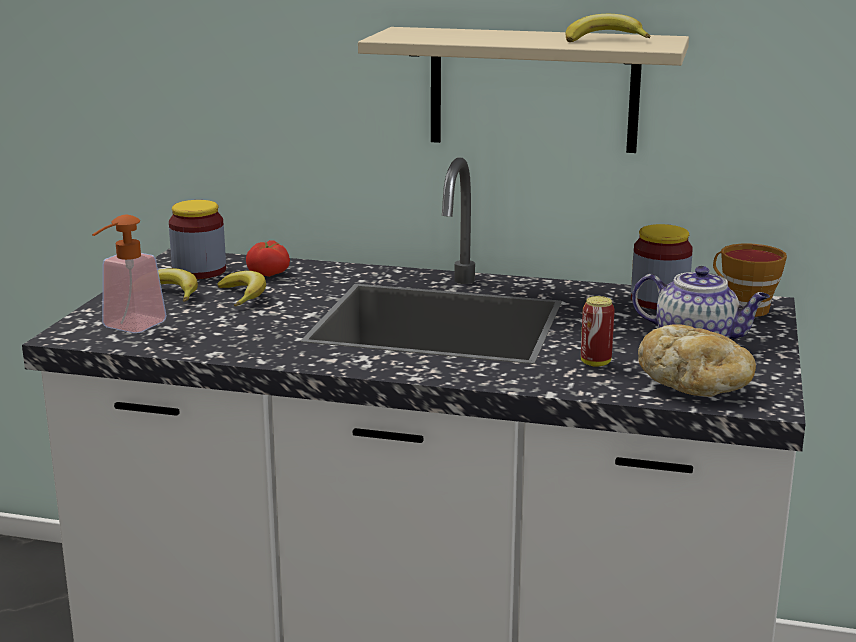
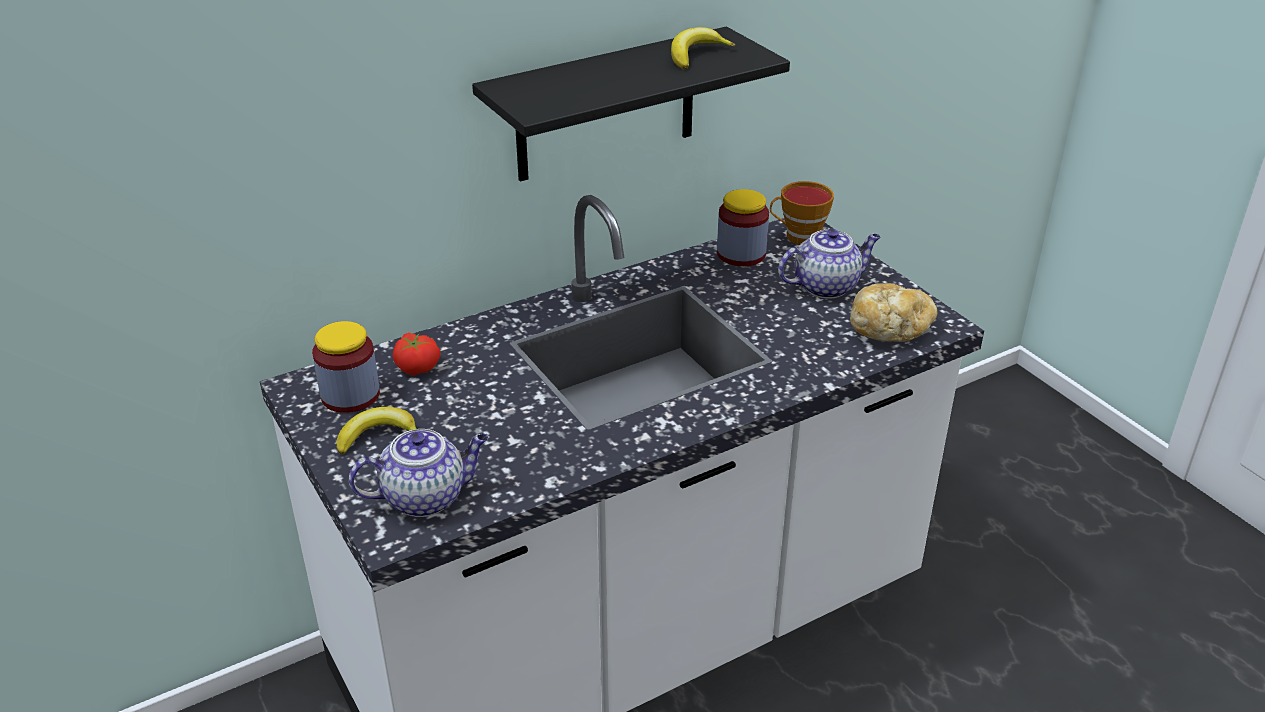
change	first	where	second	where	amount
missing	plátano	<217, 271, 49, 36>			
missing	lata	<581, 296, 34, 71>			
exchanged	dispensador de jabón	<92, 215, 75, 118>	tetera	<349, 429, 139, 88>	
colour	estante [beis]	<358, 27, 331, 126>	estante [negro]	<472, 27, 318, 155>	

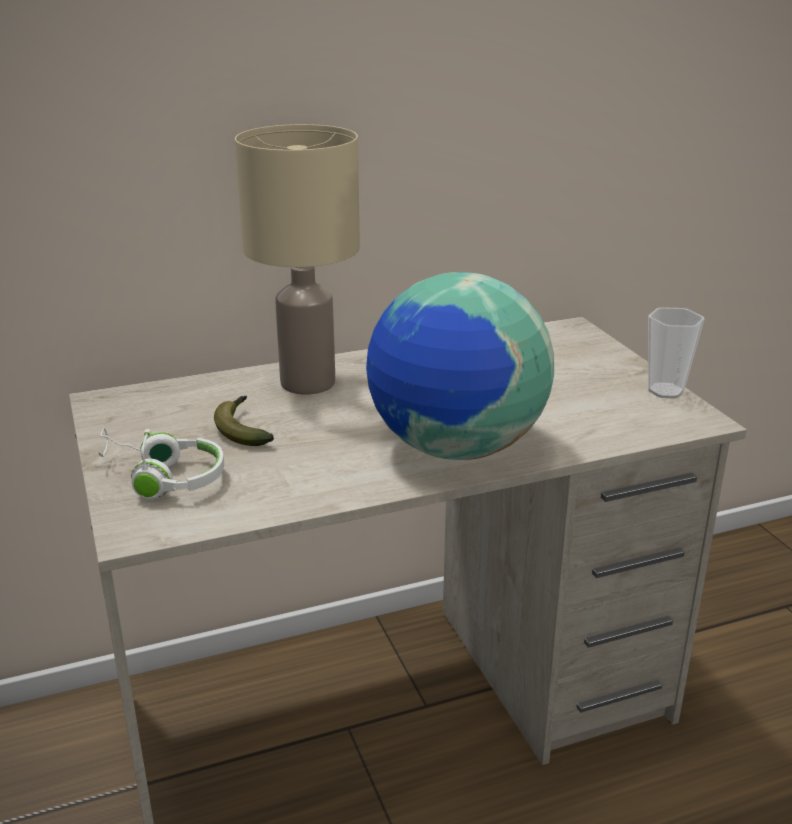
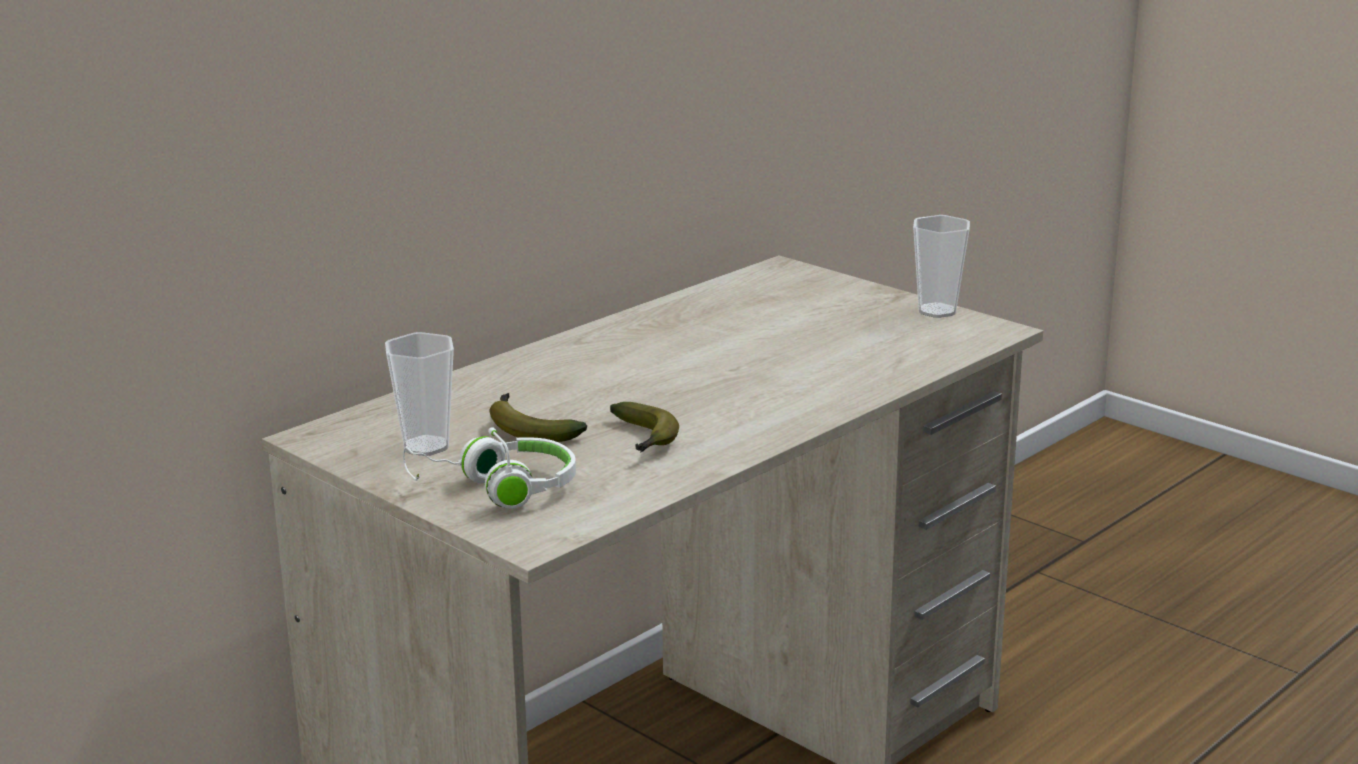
change	first	where	second	where	amount
missing	lámpara de mesa [beis]	<235, 124, 125, 270>			
missing	globo terráqueo	<366, 272, 188, 188>			
appeared			taza	<385, 332, 69, 124>	
appeared			plátano	<610, 402, 69, 50>	

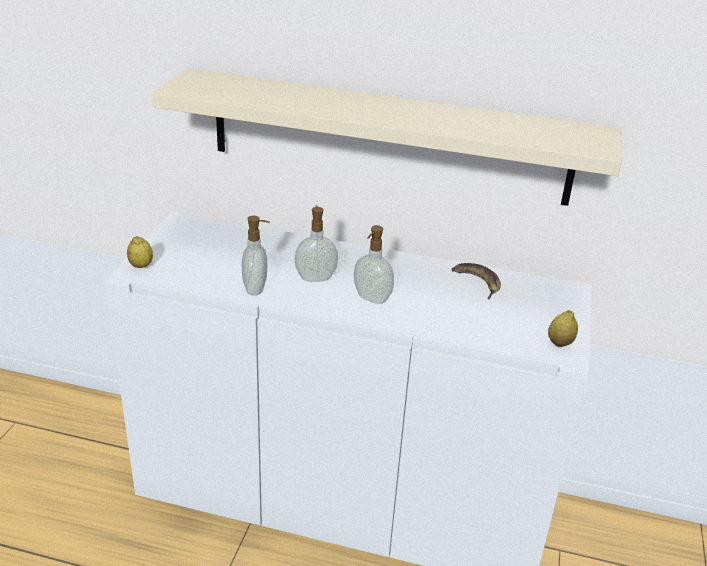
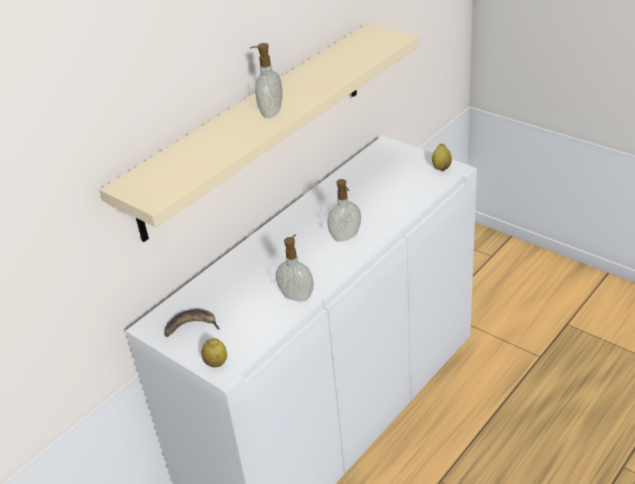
change	first	where	second	where	amount
relocated	dispensador de jabón	<294, 205, 44, 77>		<250, 43, 33, 75>	
relocated	plátano	<451, 263, 50, 36>		<164, 309, 56, 28>	

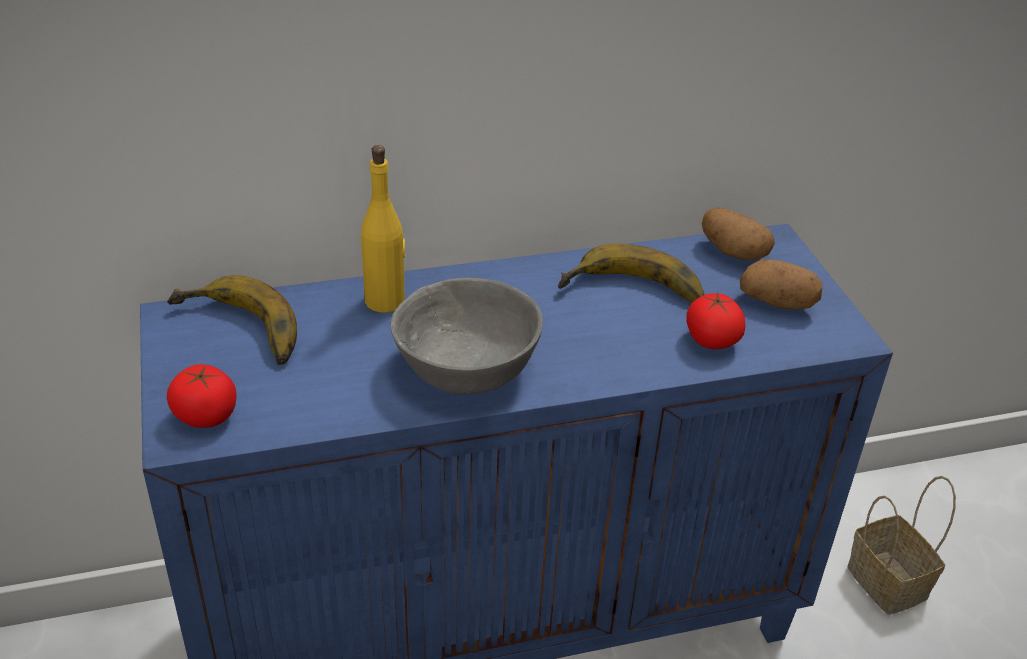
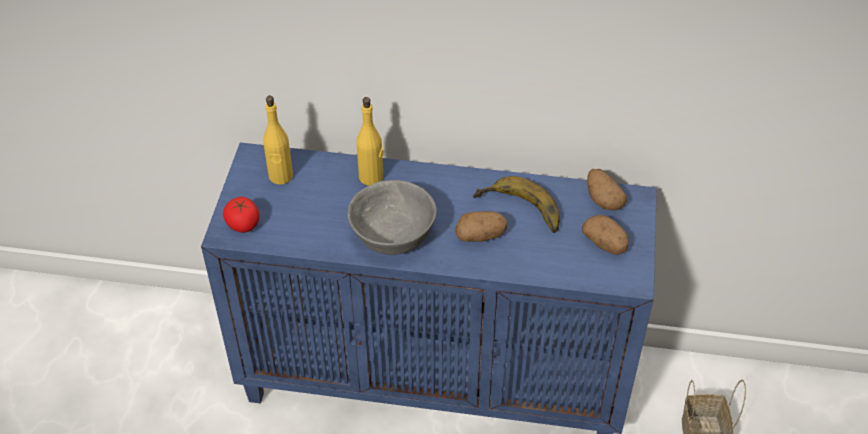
change	first	where	second	where	amount
missing	tomate	<686, 292, 60, 57>			
appeared			patata	<455, 211, 52, 31>	
exchanged	plátano	<167, 275, 130, 90>	botella [amarillo]	<263, 96, 30, 89>	

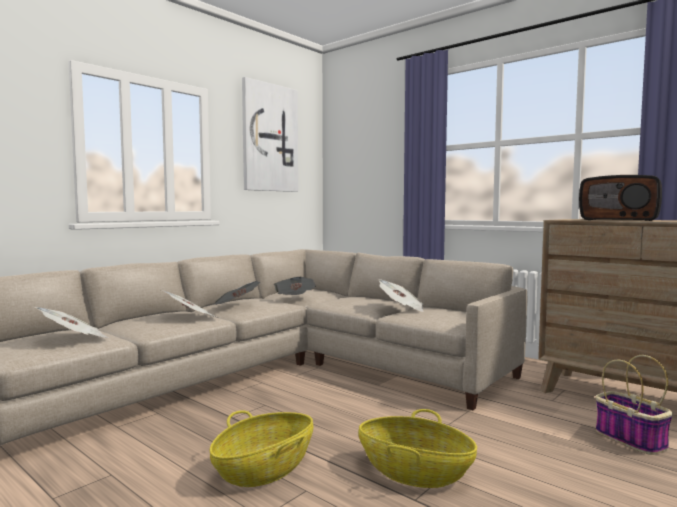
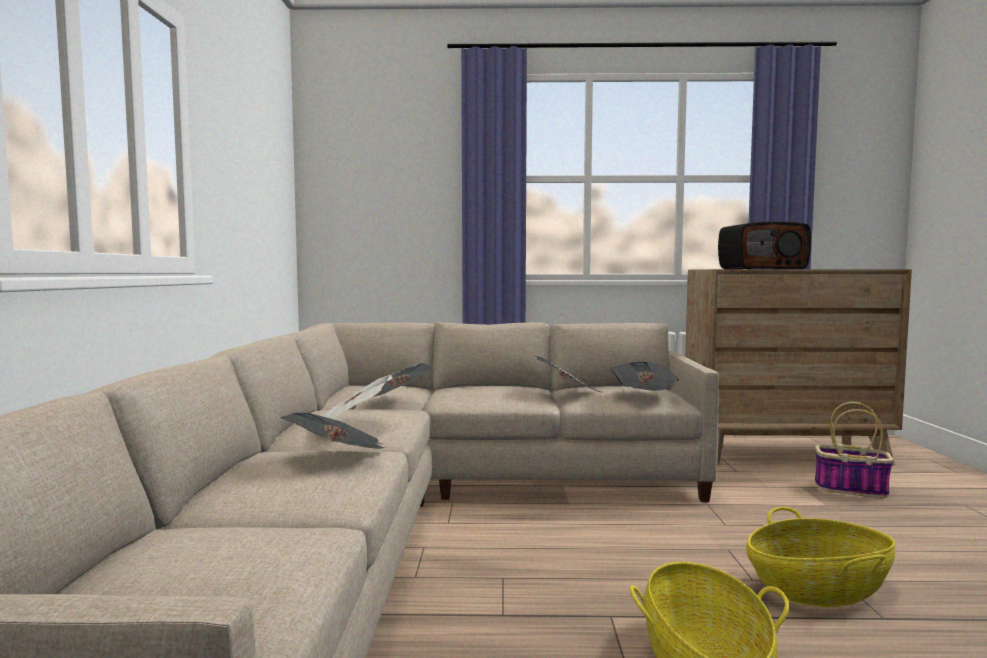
change	first	where	second	where	amount
missing	cuadro	<242, 77, 56, 115>			
relocated	periódico	<34, 307, 75, 31>		<609, 362, 70, 29>	

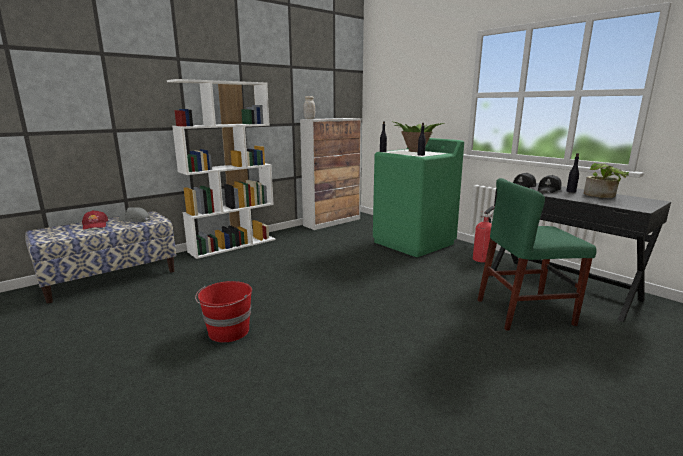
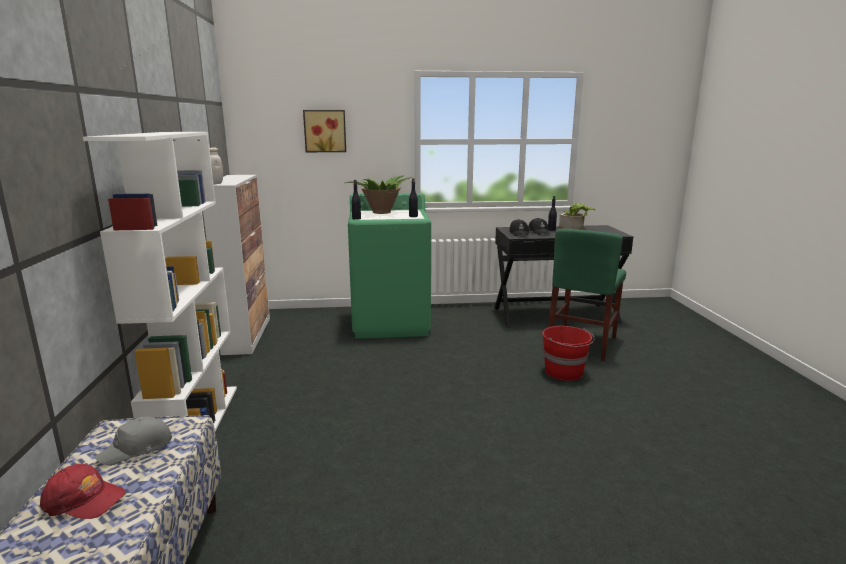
change	first	where	second	where	amount
missing	extintor	<473, 206, 22, 57>			
appeared			cuadro	<303, 110, 43, 42>	
relocated	cubo [rojo]	<195, 281, 57, 62>		<542, 326, 53, 55>	

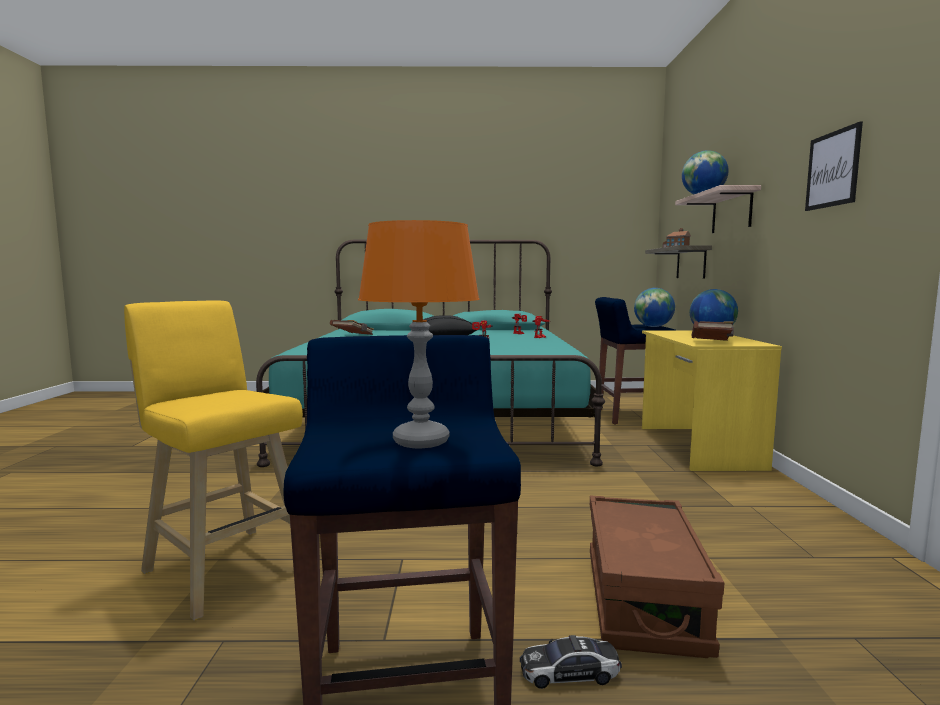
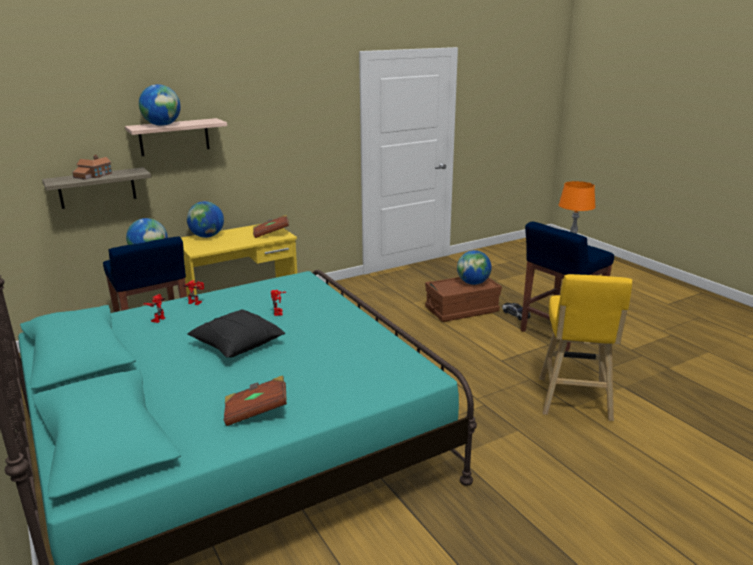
change	first	where	second	where	amount
missing	cuadro	<805, 121, 58, 90>			
appeared			globo terráqueo	<457, 250, 35, 35>	

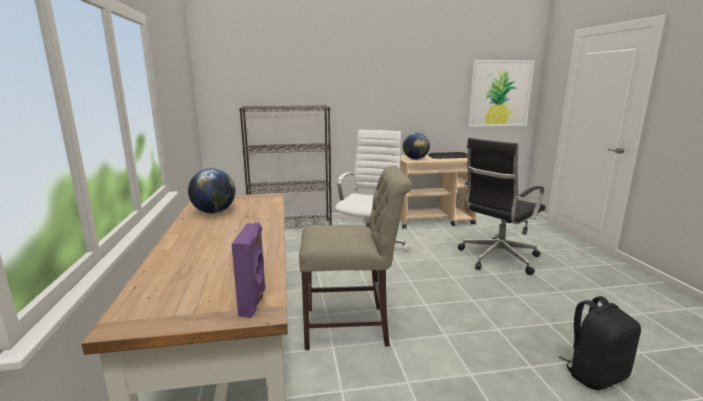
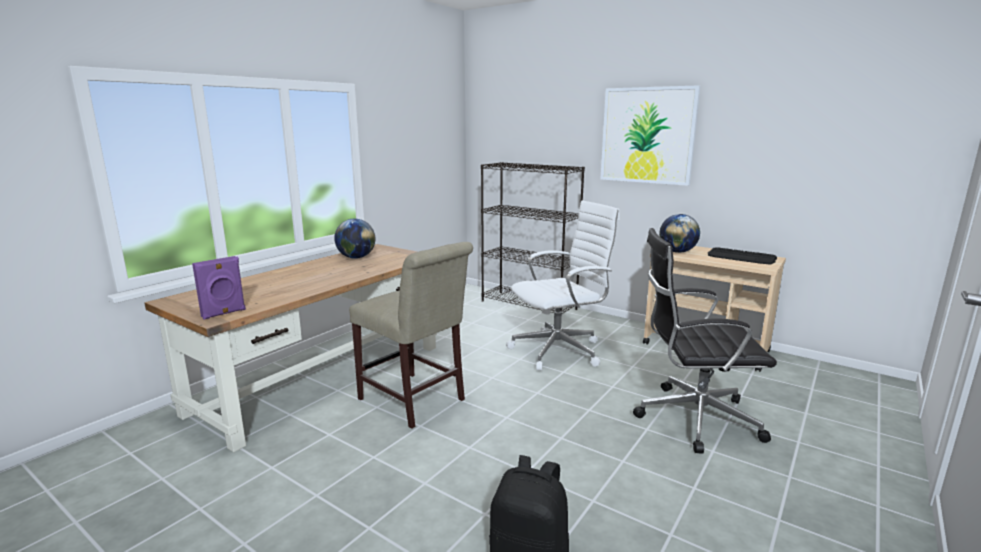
change	first	where	second	where	amount
relocated	cuadro	<467, 60, 67, 67>		<600, 85, 100, 101>	

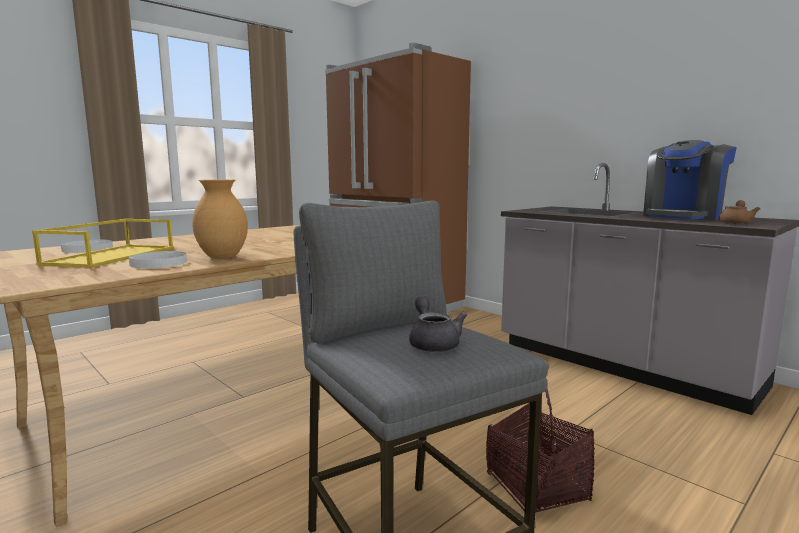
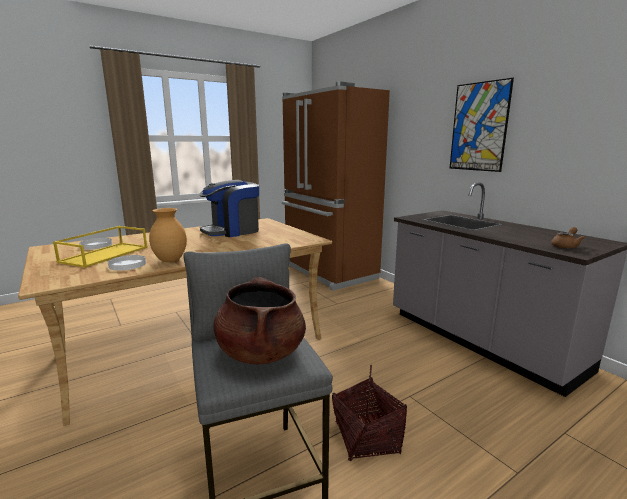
change	first	where	second	where	amount
appeared			cuadro	<449, 78, 65, 94>	
relocated	cafetera	<643, 140, 94, 81>		<199, 180, 60, 57>	
exchanged	tetera [gris]	<409, 296, 58, 56>	olla [marrón]	<213, 276, 93, 88>	

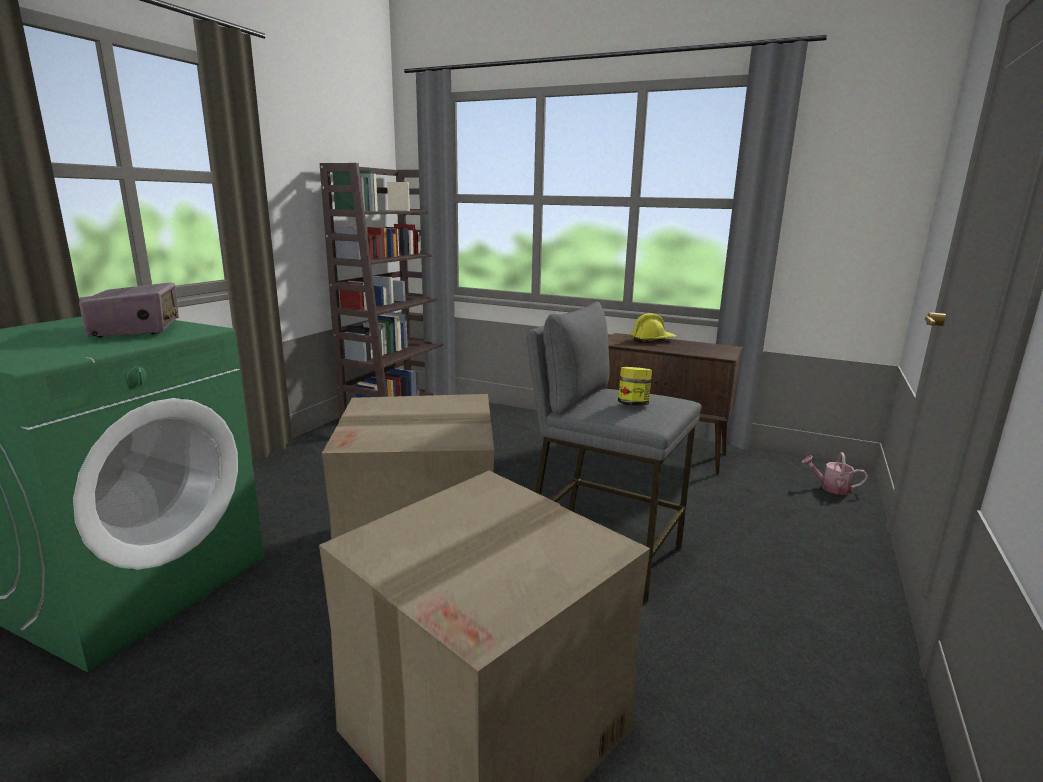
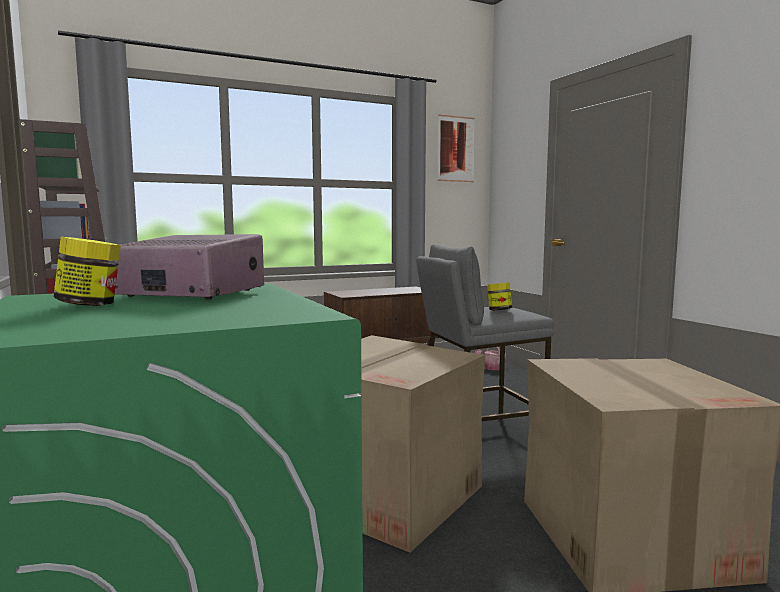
change	first	where	second	where	amount
missing	casco [amarillo]	<630, 313, 46, 30>			
appeared			tarro	<53, 237, 68, 69>	
appeared			cuadro	<438, 114, 37, 68>	

